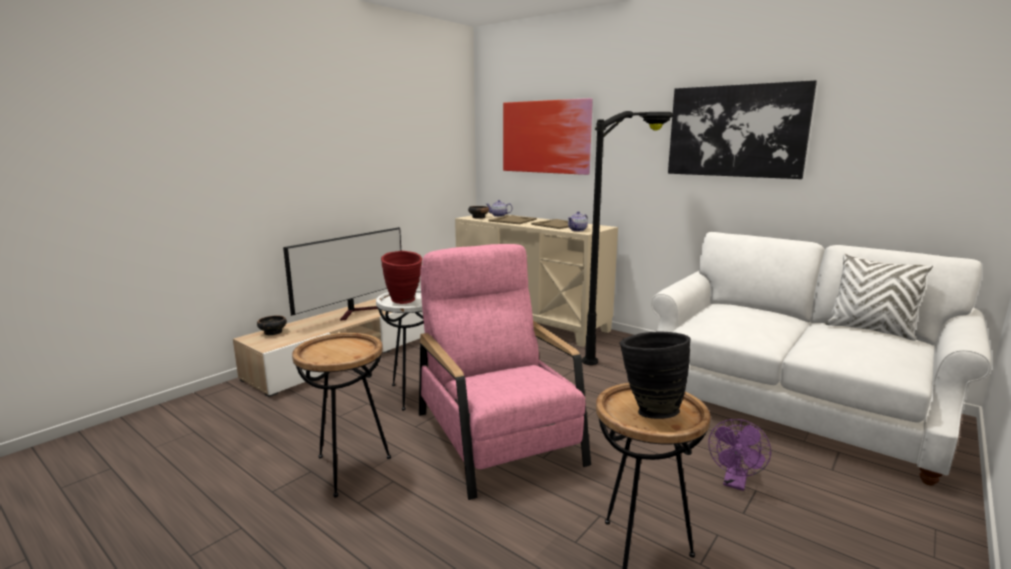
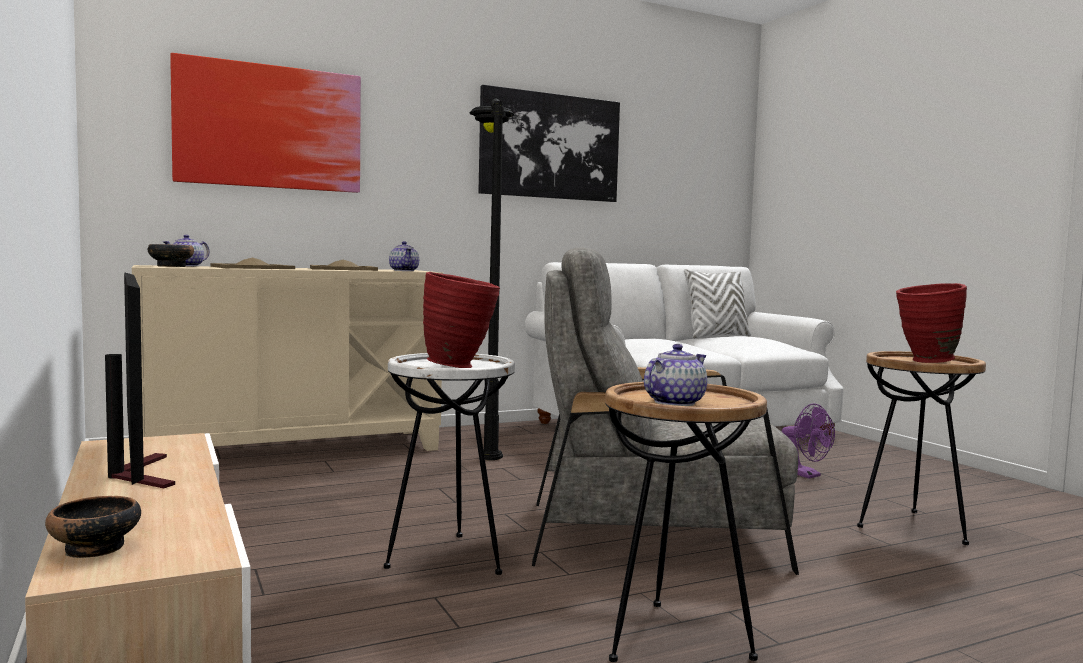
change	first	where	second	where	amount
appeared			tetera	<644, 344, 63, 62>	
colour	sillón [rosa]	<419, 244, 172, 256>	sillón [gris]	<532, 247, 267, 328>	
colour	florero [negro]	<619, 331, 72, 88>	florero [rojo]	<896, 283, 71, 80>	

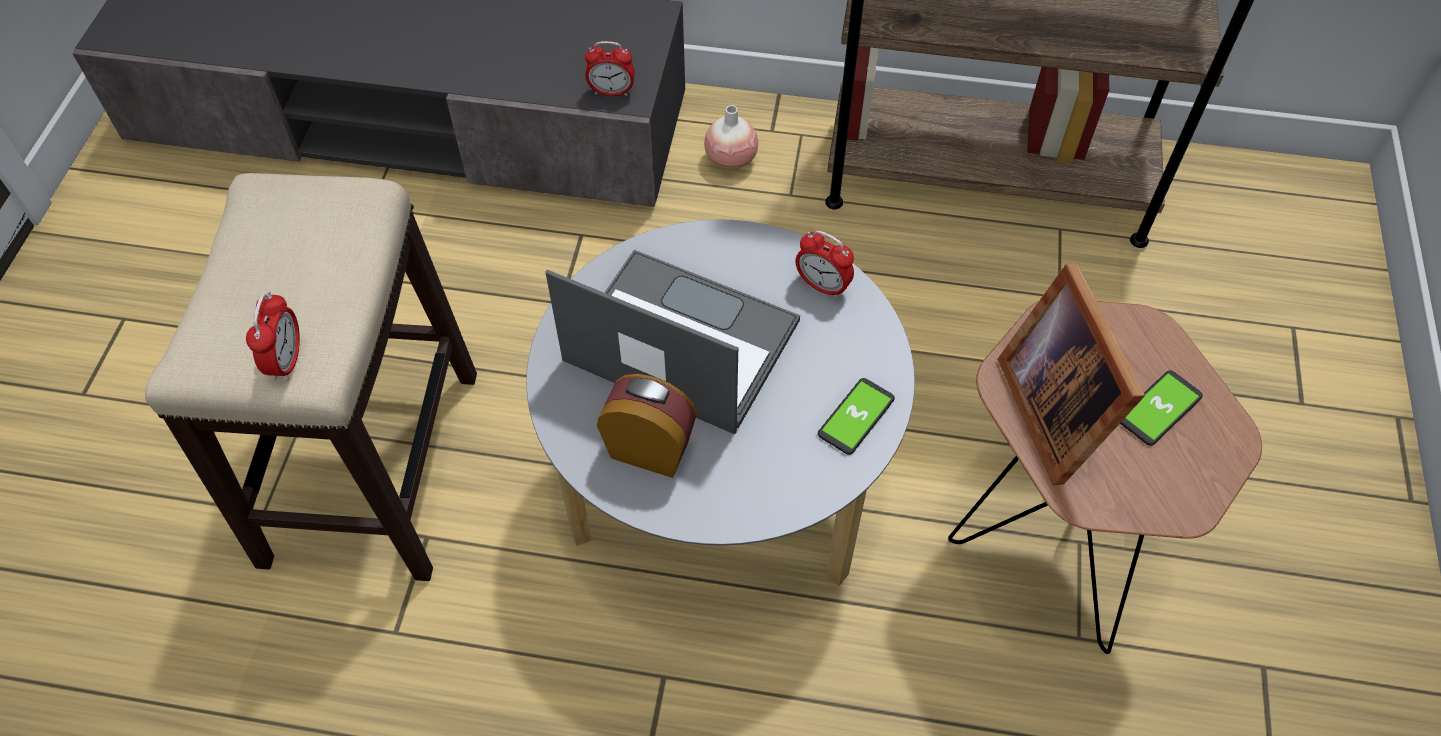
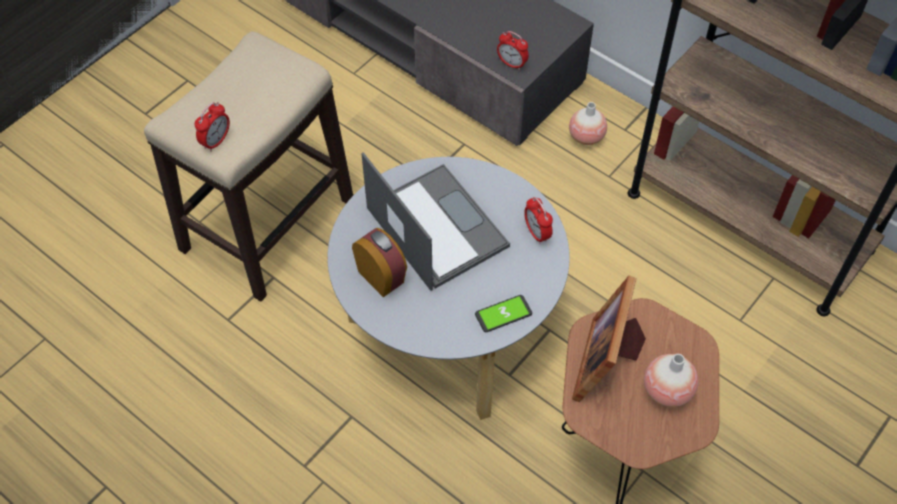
change	first	where	second	where	amount
exchanged	móvil	<1120, 370, 83, 76>	florero	<644, 354, 54, 54>	

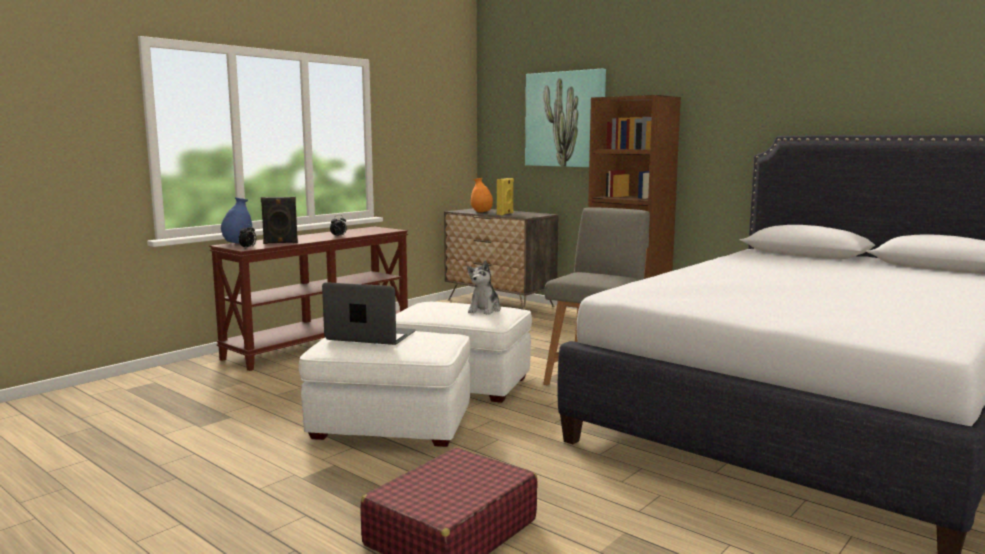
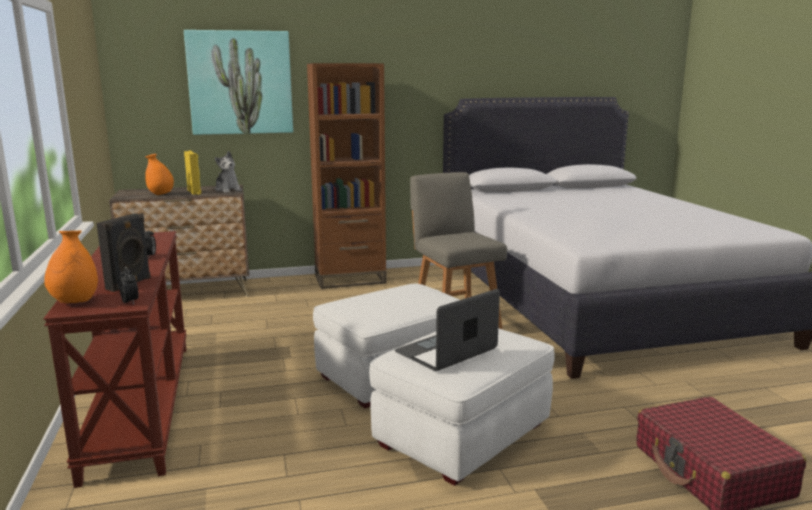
change	first	where	second	where	amount
relocated	peluche	<467, 260, 34, 55>		<215, 151, 27, 42>	
colour	florero [azul]	<221, 197, 31, 47>	florero [naranja]	<44, 231, 54, 72>	

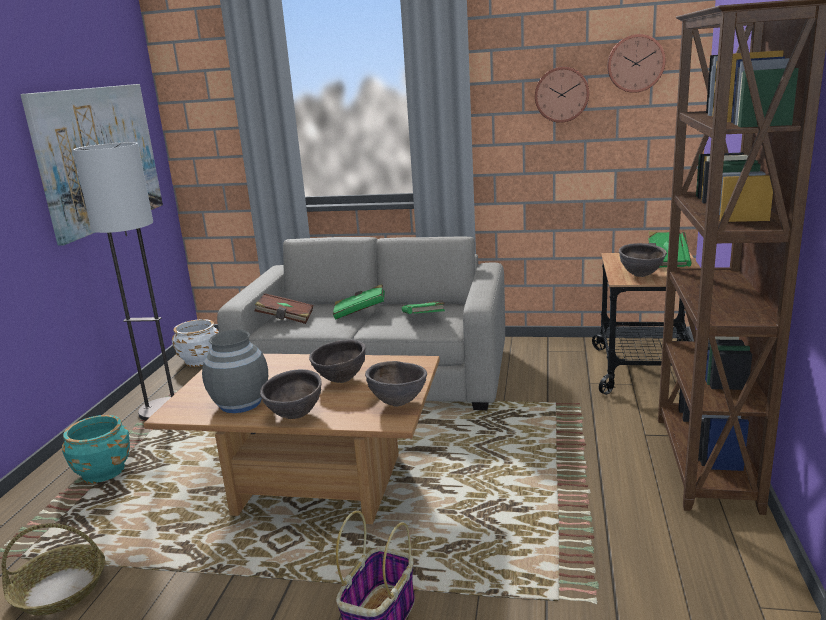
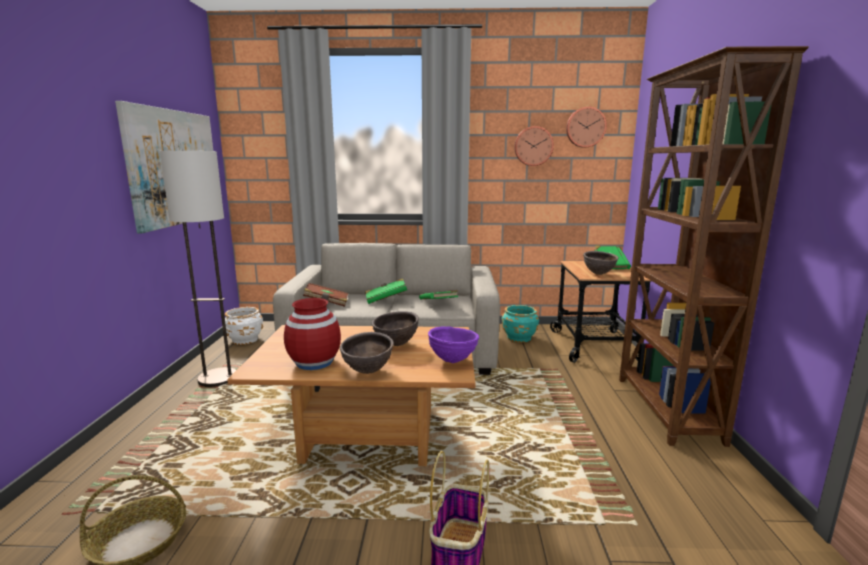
change	first	where	second	where	amount
relocated	maceta [turquesa]	<62, 415, 68, 69>		<501, 305, 38, 37>	
colour	florero [gris]	<202, 330, 66, 83>	florero [rojo]	<284, 298, 57, 72>	
colour	cuenco [marrón]	<365, 361, 62, 46>	cuenco [morado]	<428, 326, 51, 37>	

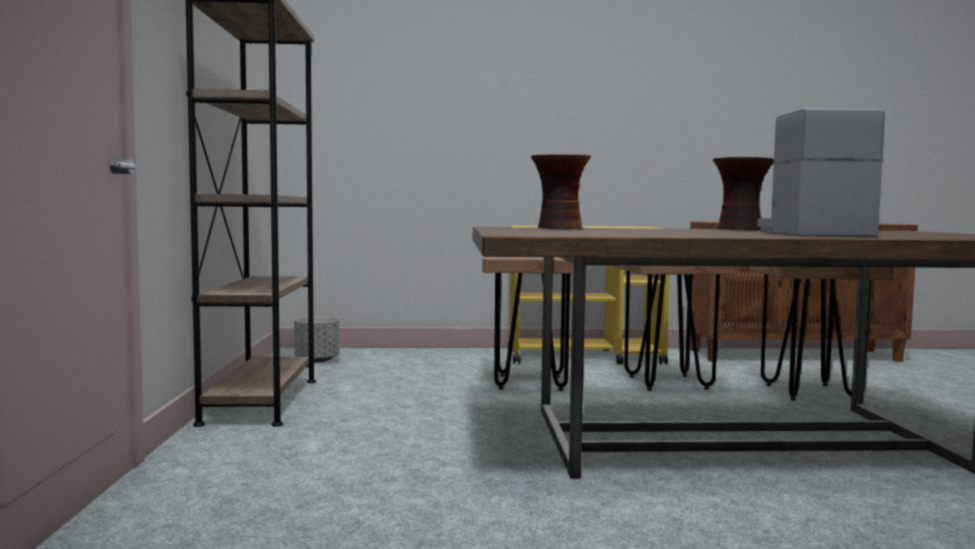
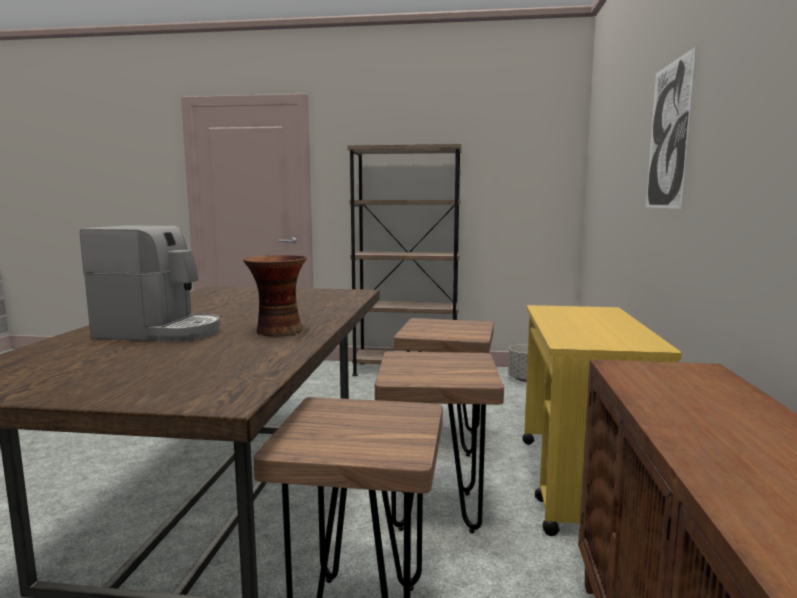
change	first	where	second	where	amount
missing	florero	<531, 154, 60, 75>			
appeared			cuadro	<646, 47, 50, 162>	

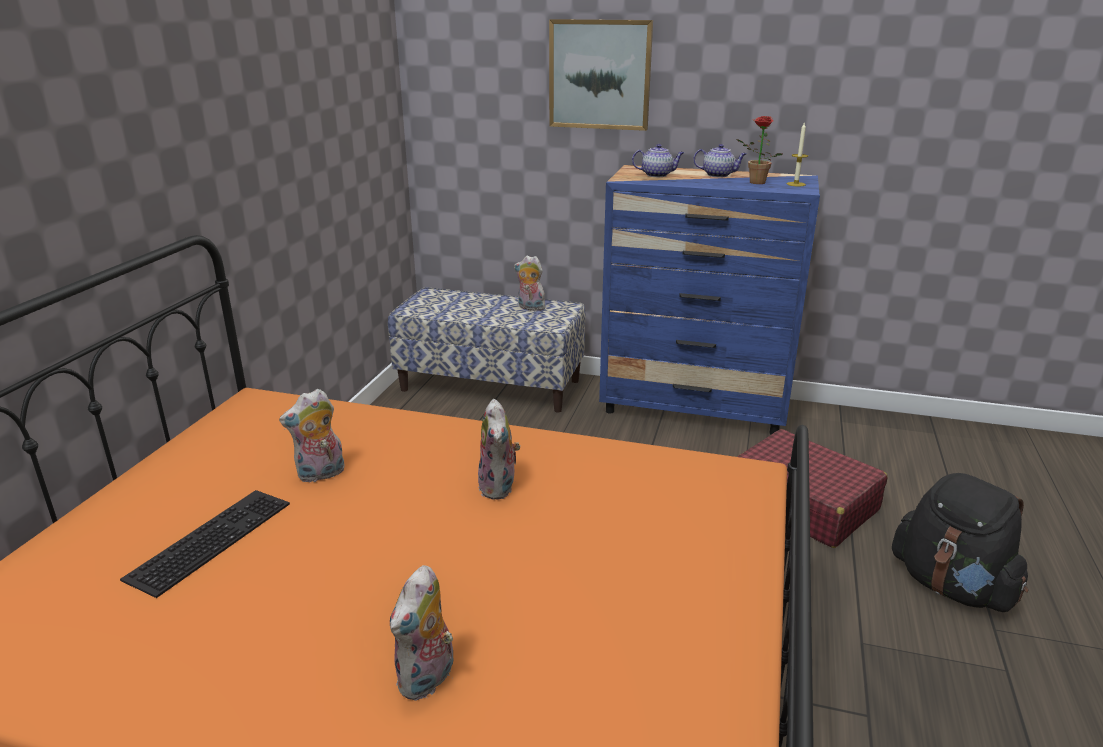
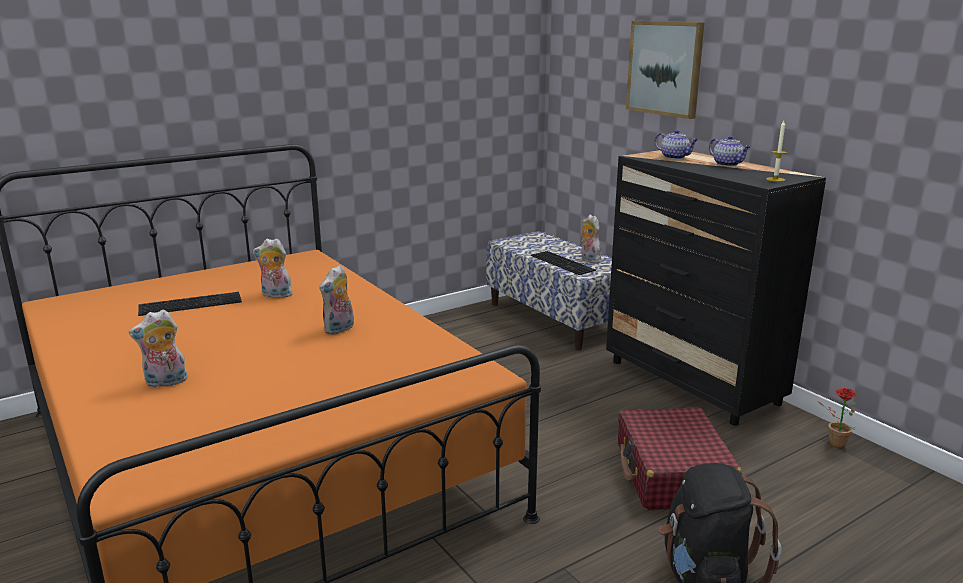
change	first	where	second	where	amount
appeared			teclado	<531, 251, 65, 24>	
relocated	planta en maceta	<736, 116, 46, 68>		<817, 388, 39, 60>	
colour	cómoda [azul]	<599, 165, 221, 270>	cómoda [negro]	<606, 150, 220, 276>	

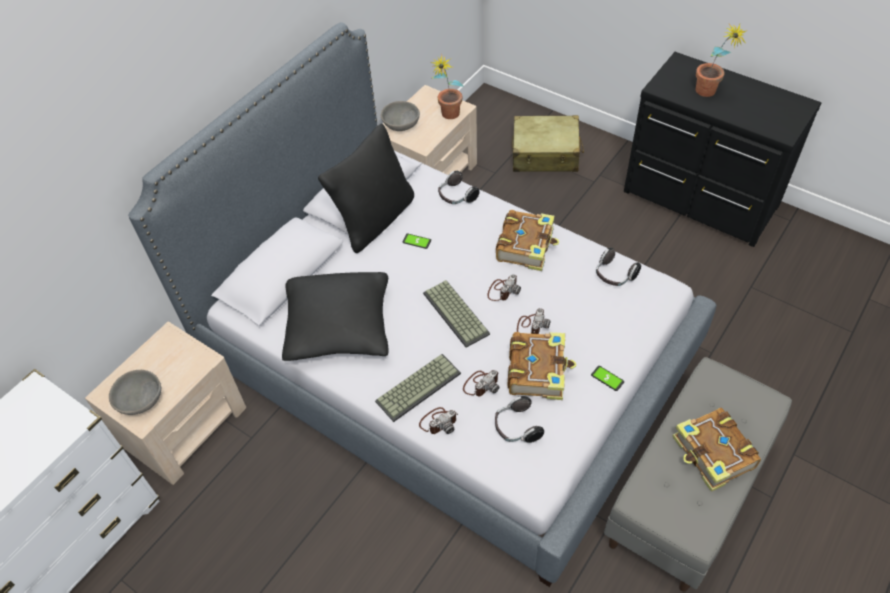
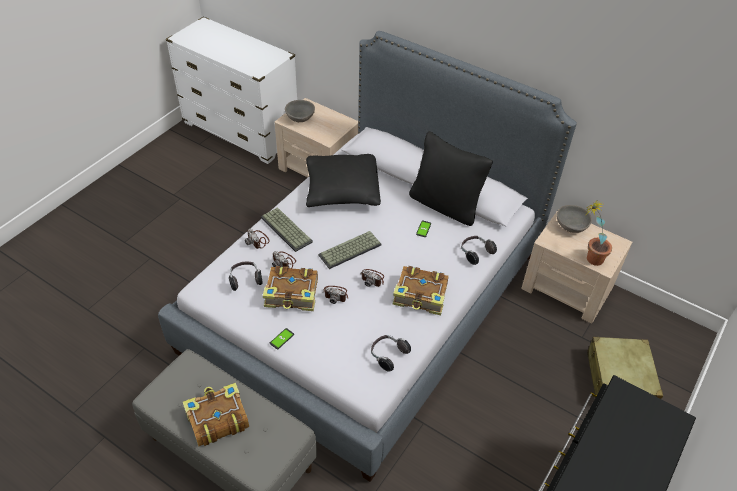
change	first	where	second	where	amount
missing	planta en maceta	<696, 24, 51, 73>			

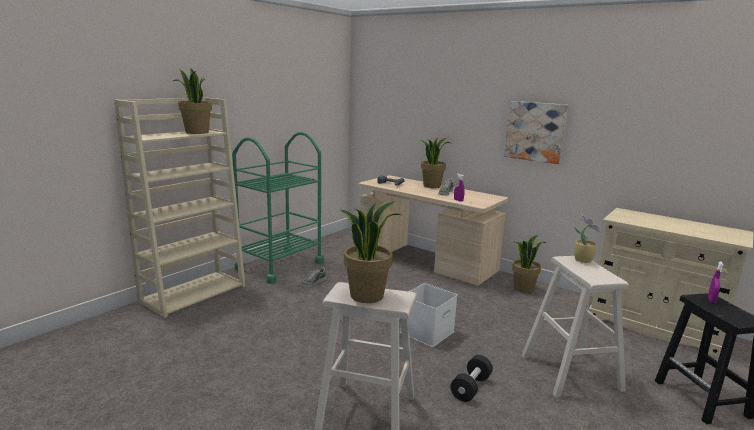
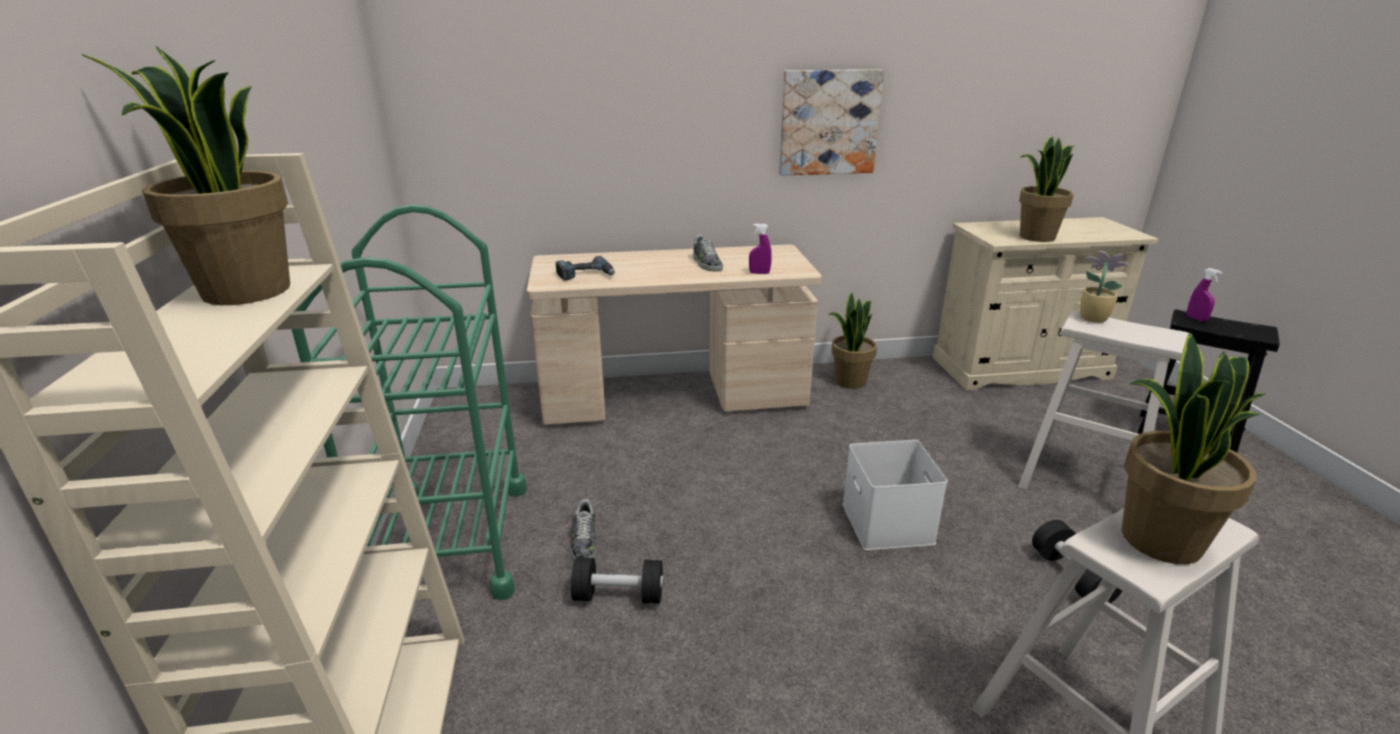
change	first	where	second	where	amount
appeared			mancuerna [negro]	<571, 558, 93, 46>	
relocated	planta en maceta	<420, 137, 30, 51>		<1019, 136, 55, 106>	

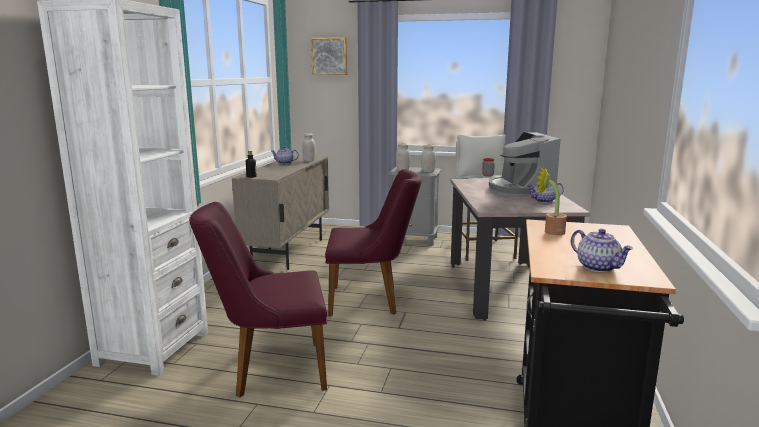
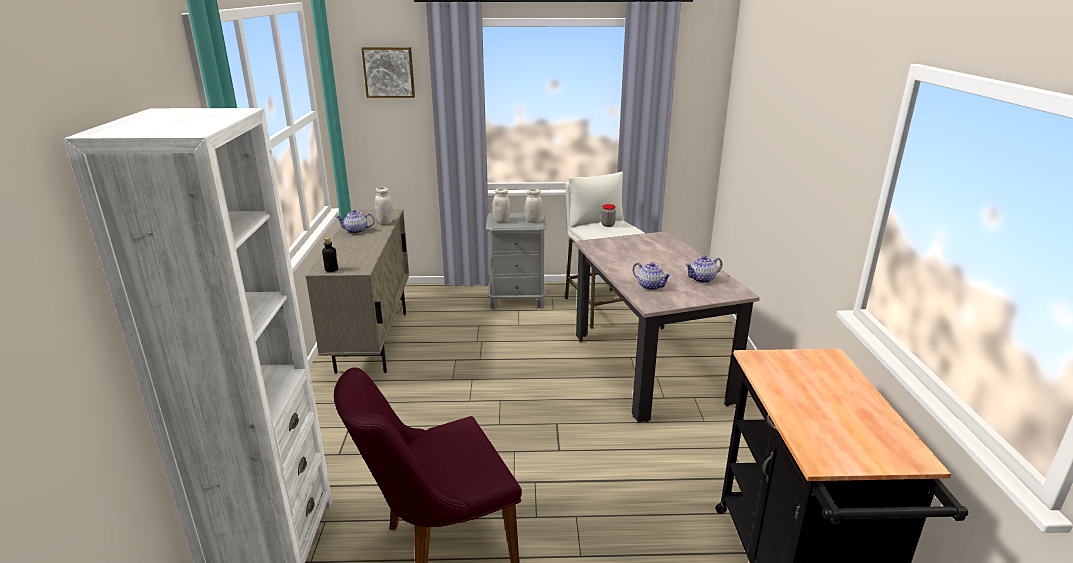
change	first	where	second	where	amount
missing	silla [morado]	<325, 169, 97, 147>			
missing	cafetera	<489, 132, 71, 65>			
missing	planta en maceta	<536, 166, 31, 69>			
relocated	tetera	<571, 229, 62, 43>		<633, 262, 38, 28>	

